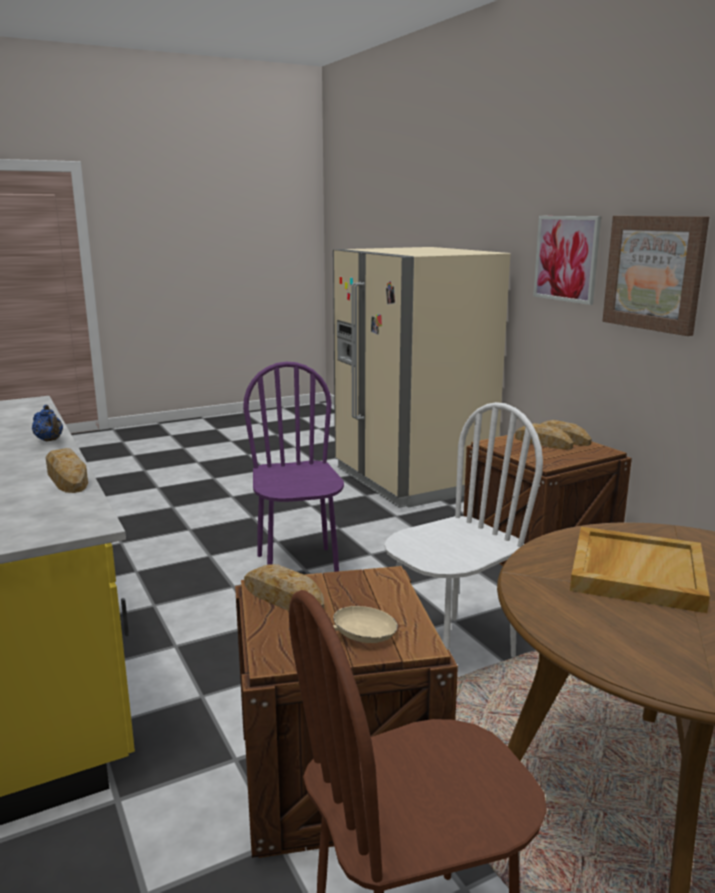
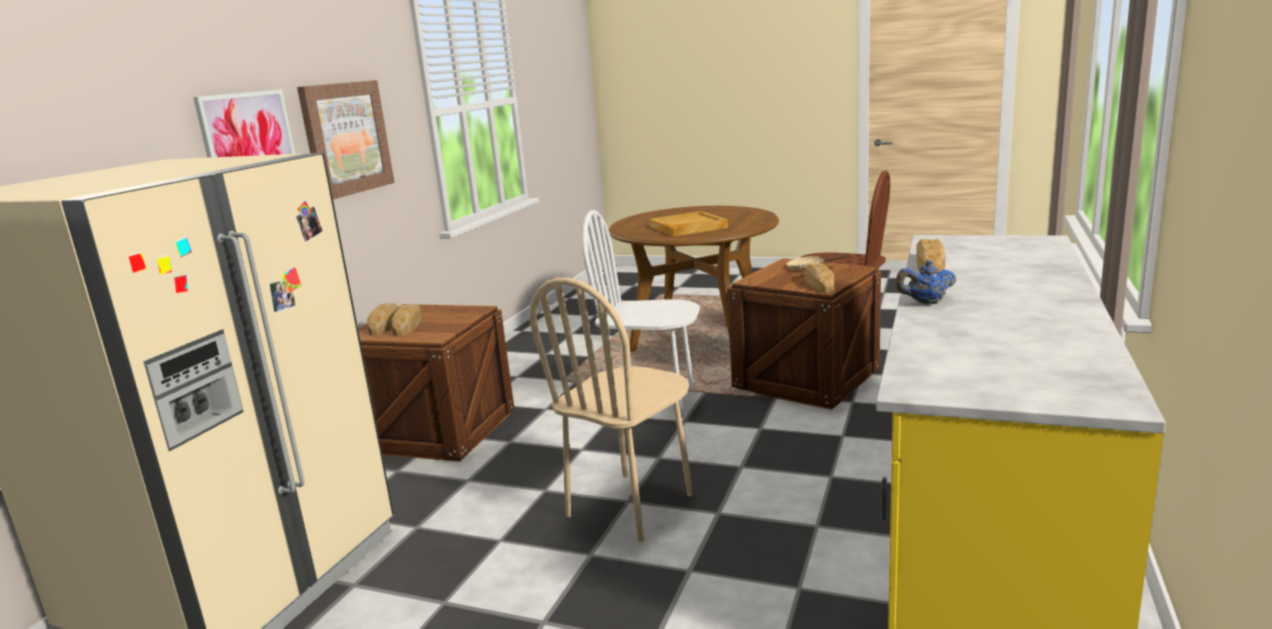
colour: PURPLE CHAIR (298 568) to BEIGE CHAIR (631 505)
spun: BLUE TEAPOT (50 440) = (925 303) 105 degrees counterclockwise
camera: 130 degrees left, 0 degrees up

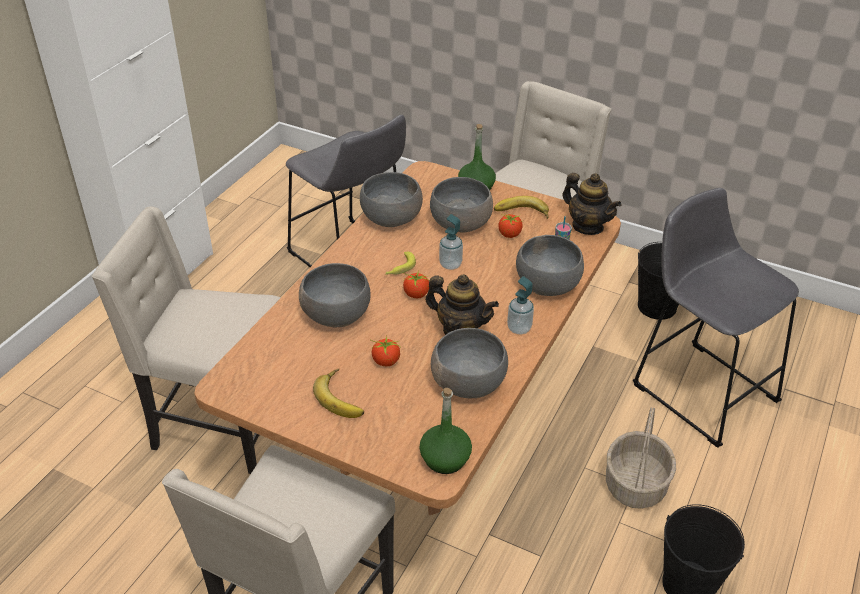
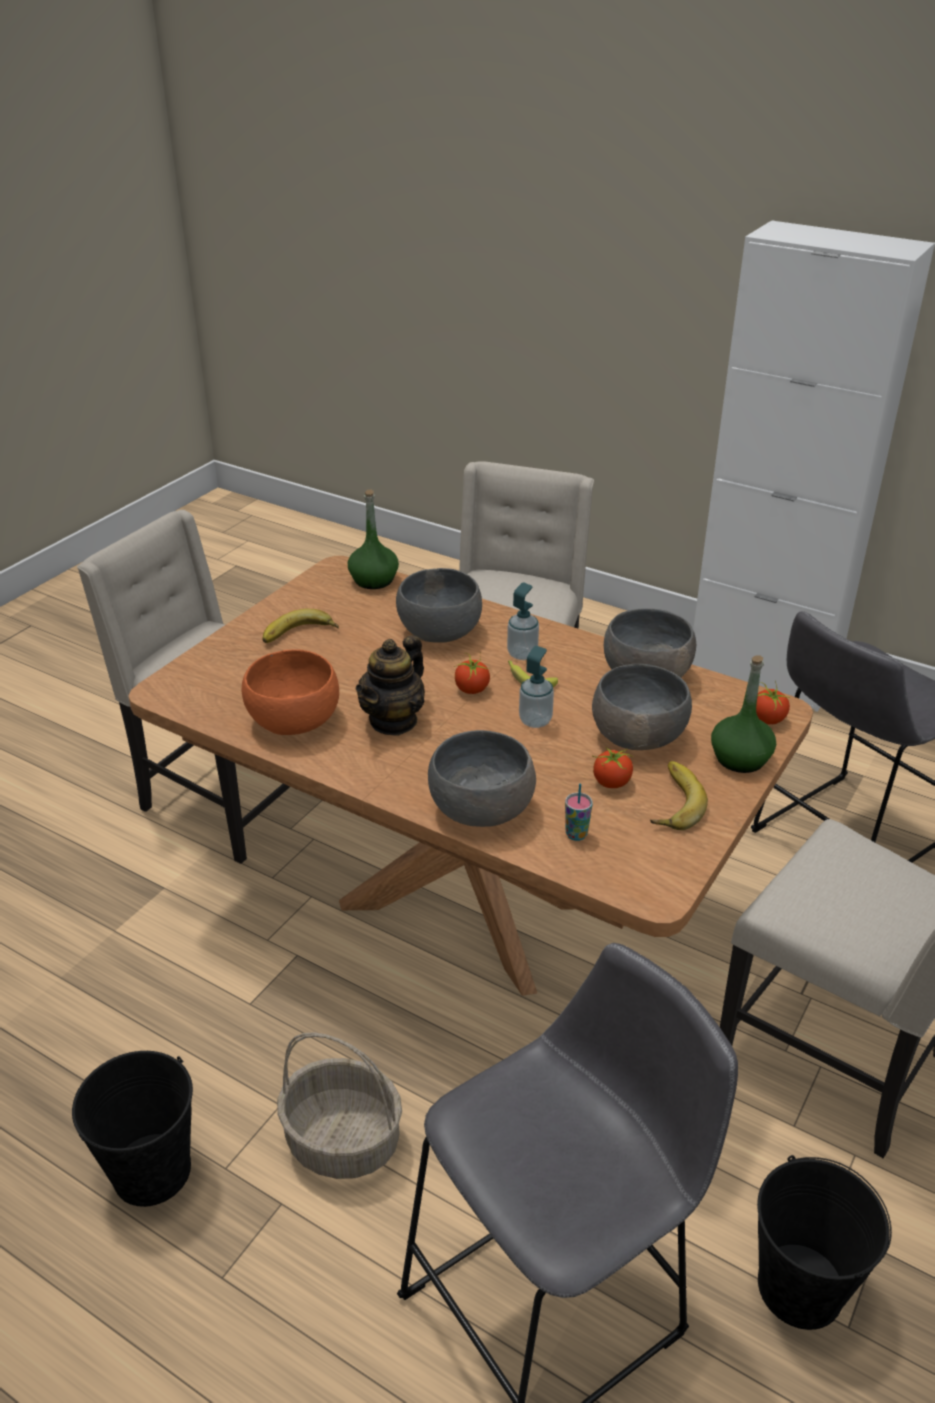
missing: TEAPOT (587 226)
relocated: SOAP DISPENSER (519 328) to (522 654); TOMATO (385 361) to (767 719); GREEN BOTTLE (445 459) to (374 580)
colour: GREY BOWL (467 383) to ORANGE BOWL (294 720)
camera: 95 degrees right, 5 degrees down

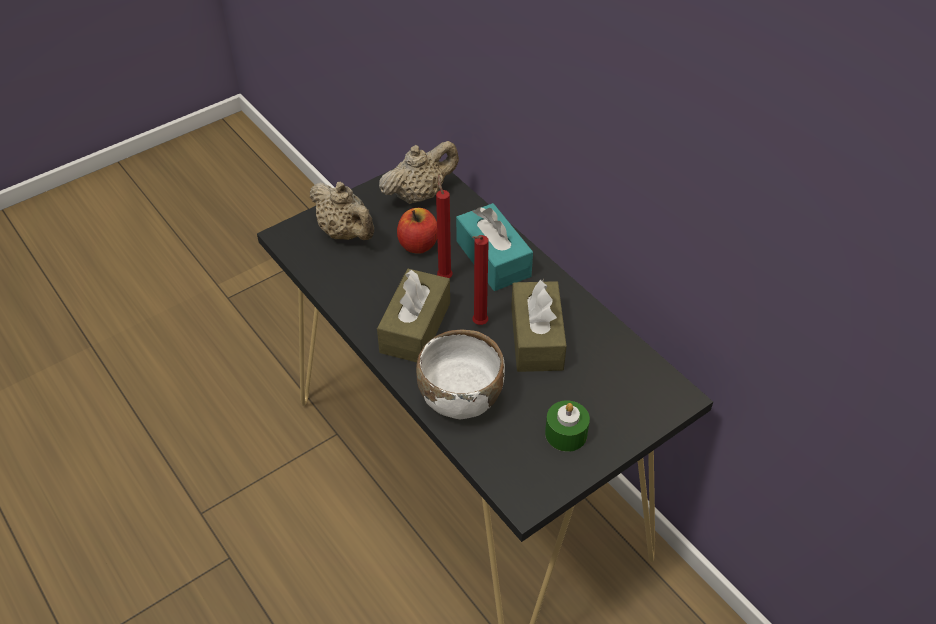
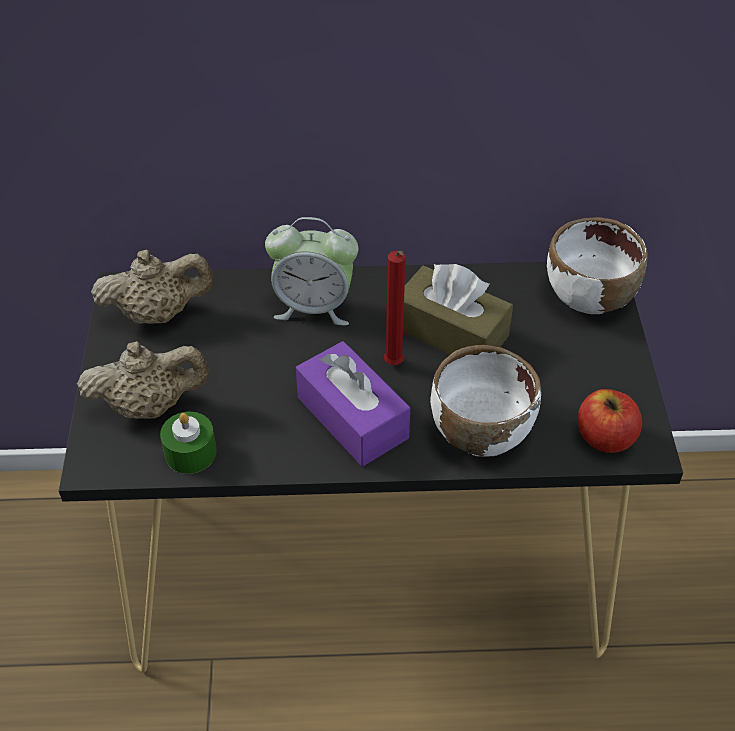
missing: RED CANDLE (444 276)
appeared: WHITE BOWL (588 296)
relocated: APPLE (418 244) to (605 438); GREEN CANDLE (566 434) to (190 452)
exchanged: TURQUOISE TISSUE BOX (493 259) to ALARM CLOCK (314 306)
colour: BROWN TISSUE BOX (415 327) to PURPLE TISSUE BOX (352 418)
spun: BEIGE TEAPOT (419 195) = (158 314) 75 degrees clockwise
camera: 55 degrees left, 0 degrees up

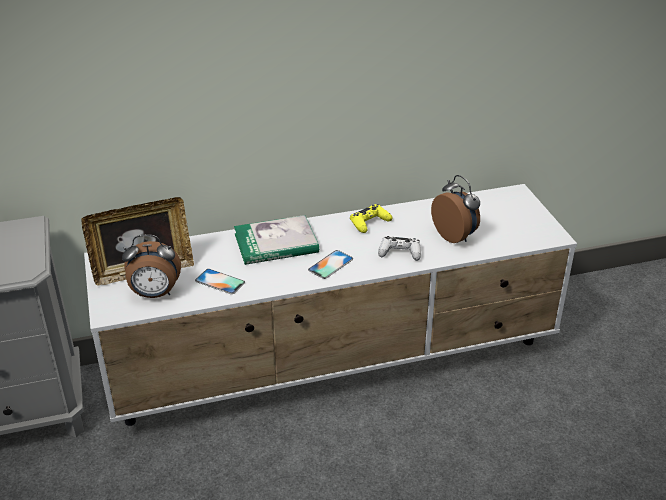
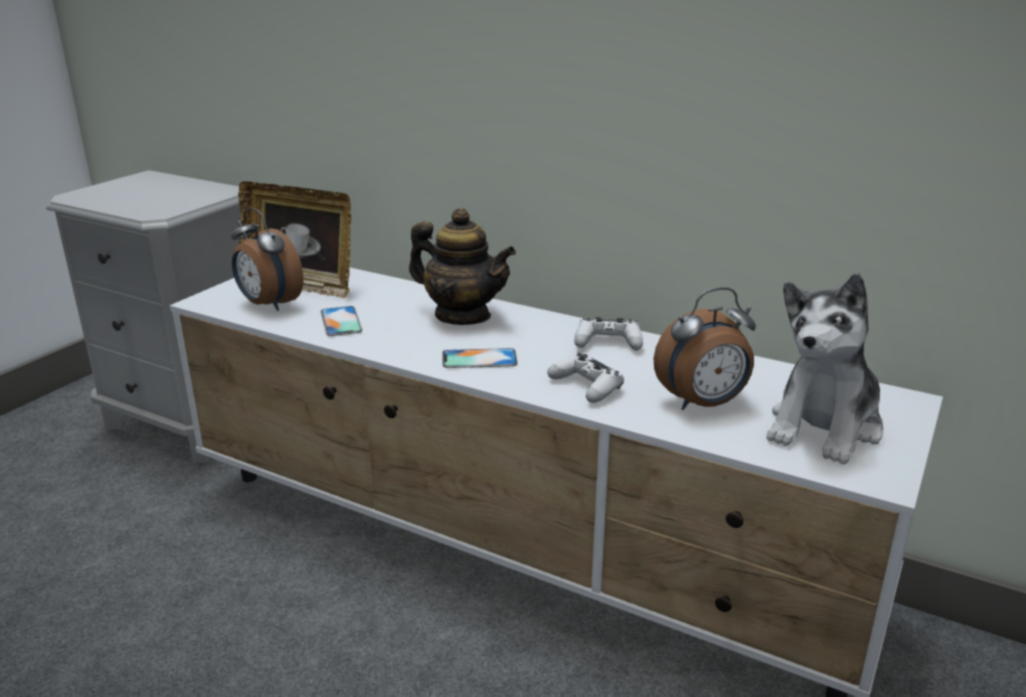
appeared: PLUSH TOY (825 427)
exchanged: BOOK (276 243) to TEAPOT (462 316)
colour: YELLOW GAME CONTROLLER (369 223) to WHITE GAME CONTROLLER (608 343)
spun: ALARM CLOCK (455 236) = (703 404) 60 degrees clockwise
camera: 45 degrees right, 10 degrees down

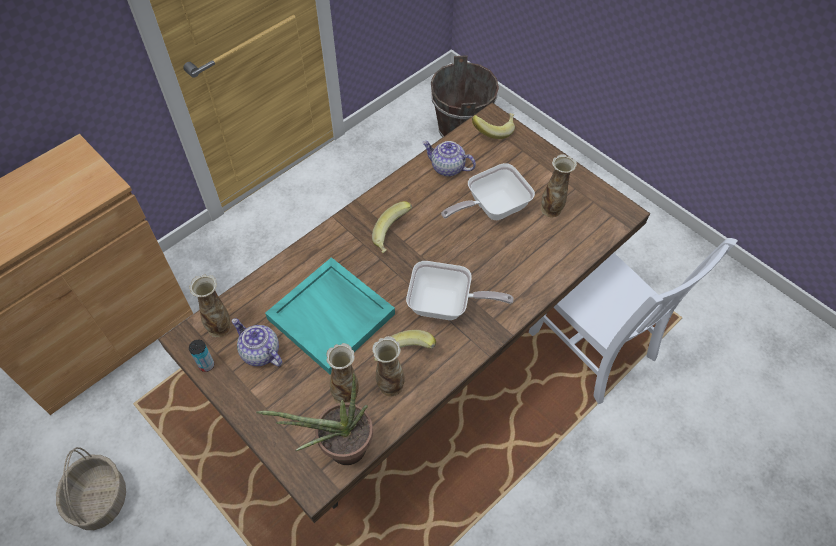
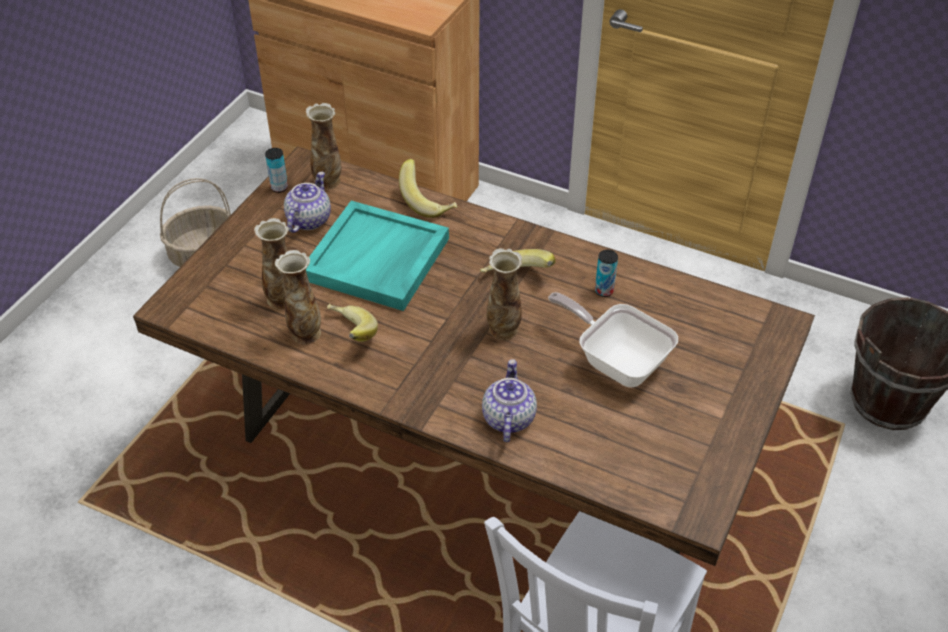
missing: FRYING PAN (446 305); POTTED PLANT (338 450)
appeared: CAN (604 291)
relocated: BANANA (494 130) to (428 202); TEAPOT (447 168) to (507 418); VASE (551 209) to (503 330)
camera: 70 degrees right, 10 degrees down

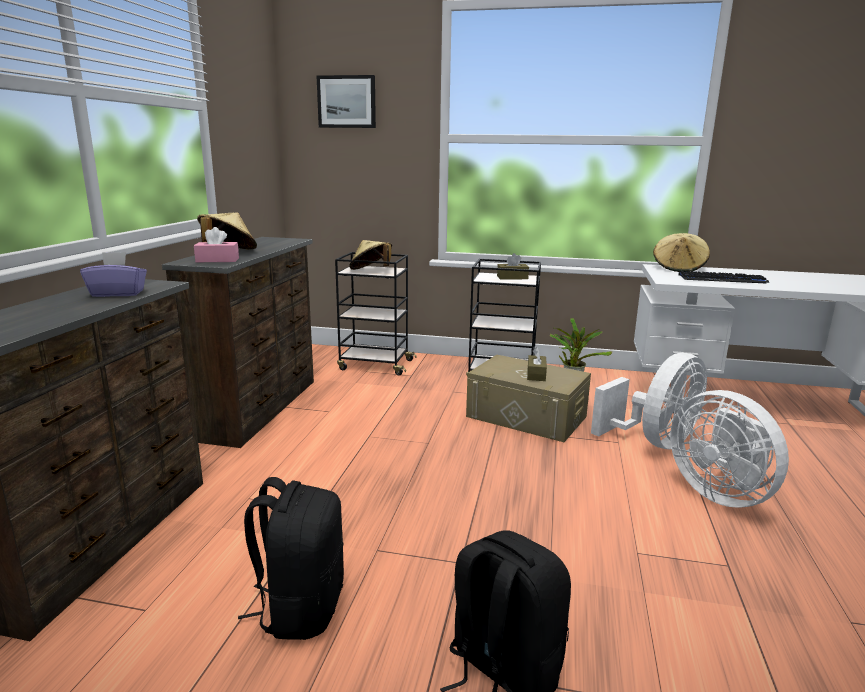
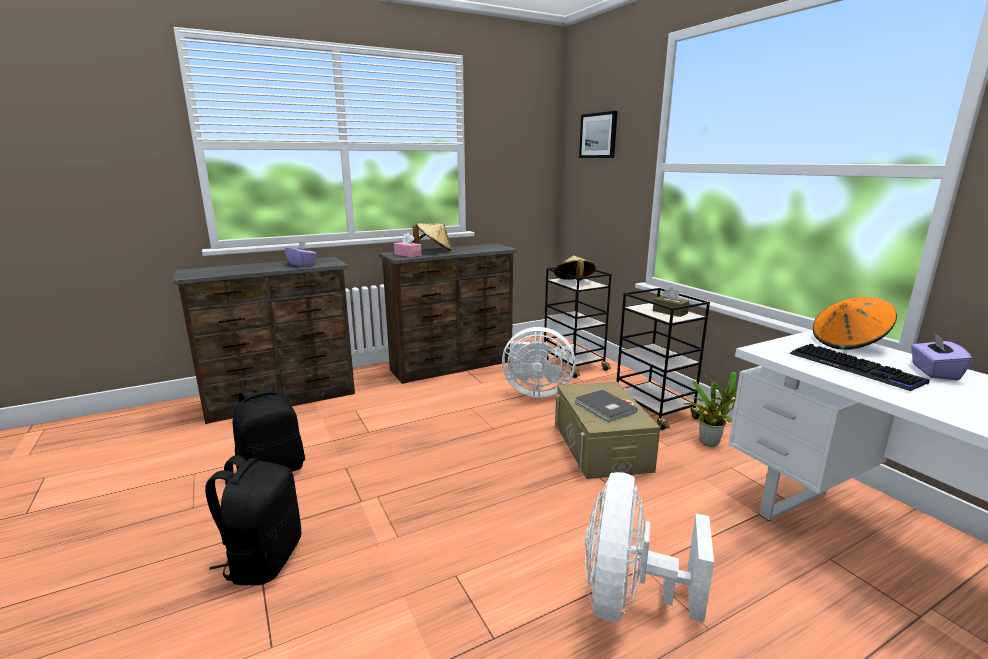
appeared: PURPLE TISSUE BOX (934 372)
relocated: WHITE FAN (655 442) to (535 391)
exchanged: BROWN TISSUE BOX (536 374) to GREY BOOK (604 407)
colour: BEIGE HAT (679 268) to ORANGE HAT (848 343)
camera: 50 degrees right, 0 degrees up

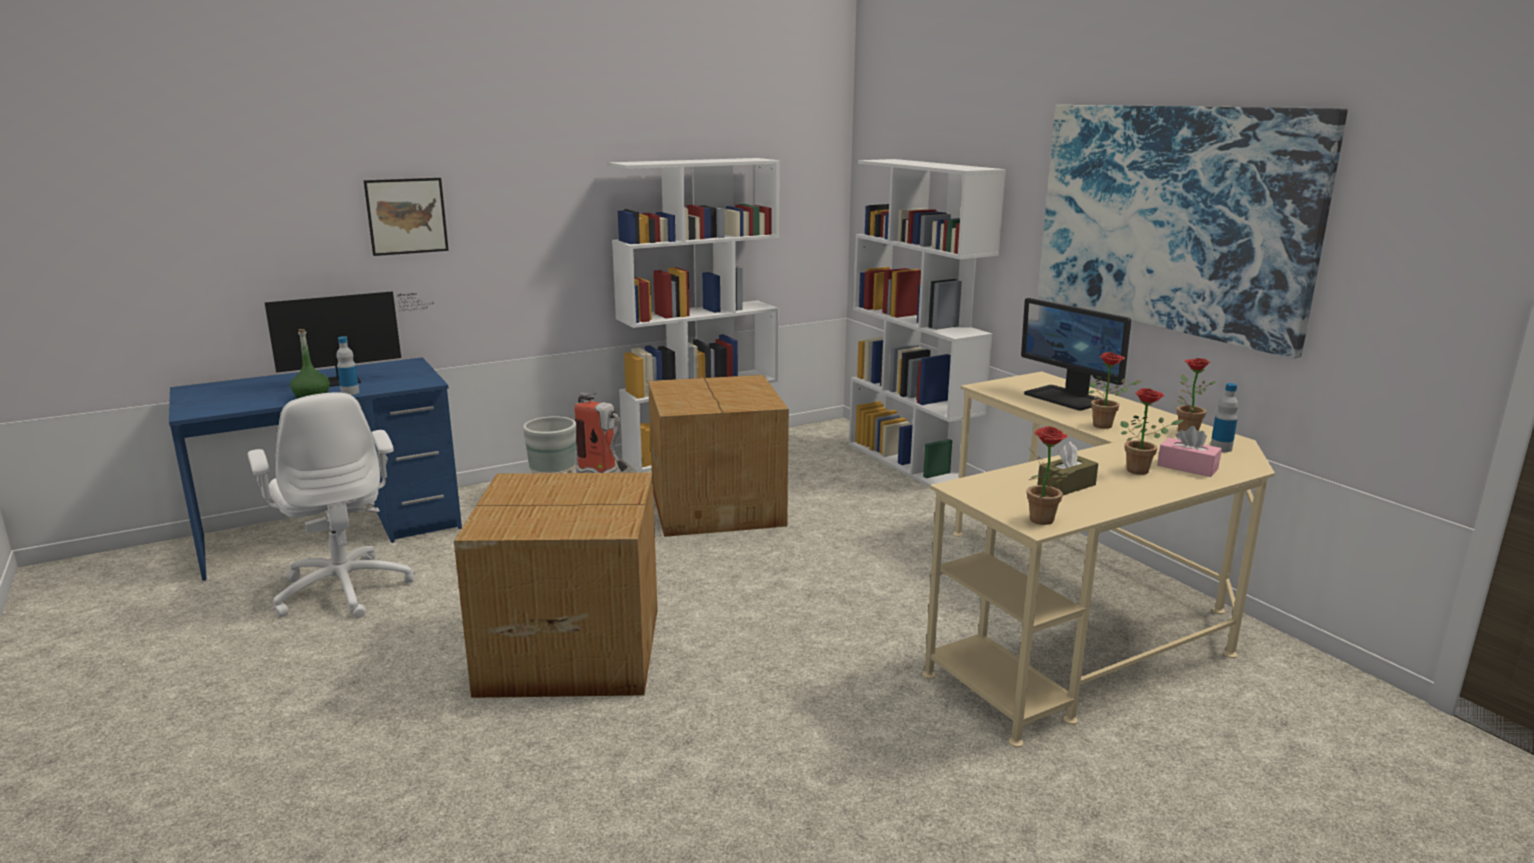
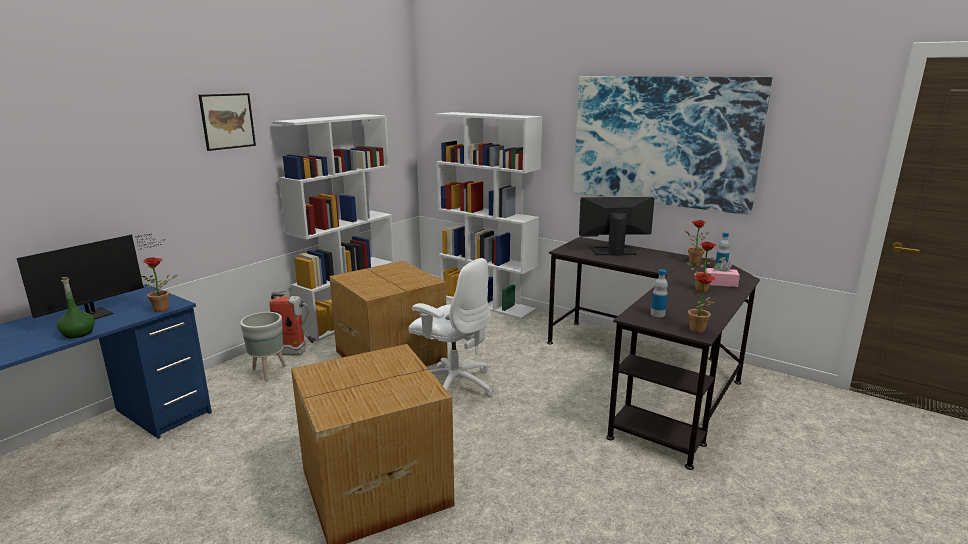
missing: BROWN TISSUE BOX (1066 486)
relocated: PICTURE (406 216) to (227 121); BOTTLE (350 392) to (657 314); POTTED PLANT (1106 425) to (165 309); WHITE OFFICE CHAIR (344 589) to (453 385)
colour: BEIGE DESK (1078 612) to BLACK DESK (650 376)
spun: MONITOR (1066 398) = (613 251) 150 degrees clockwise
camera: 25 degrees left, 0 degrees up

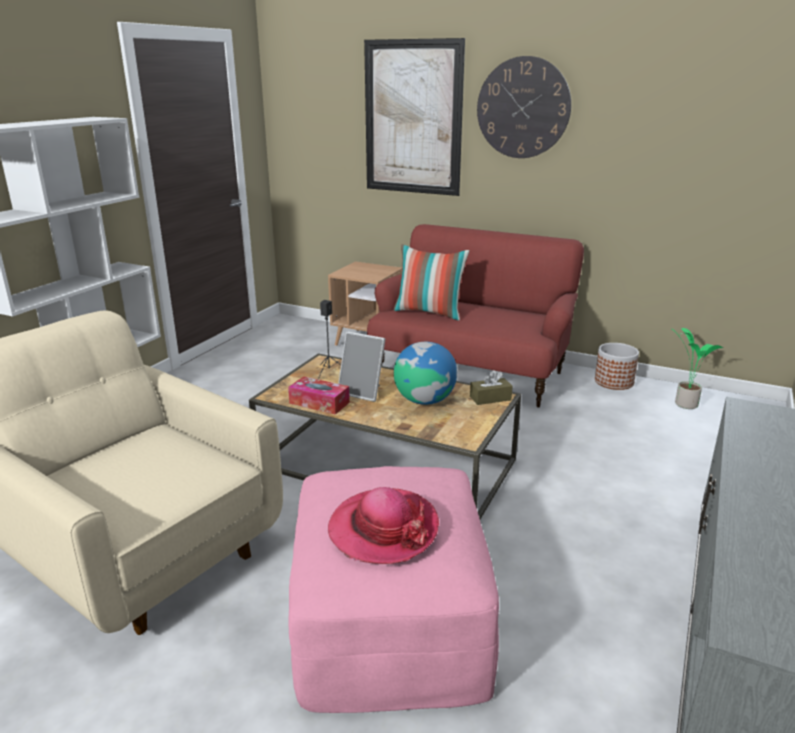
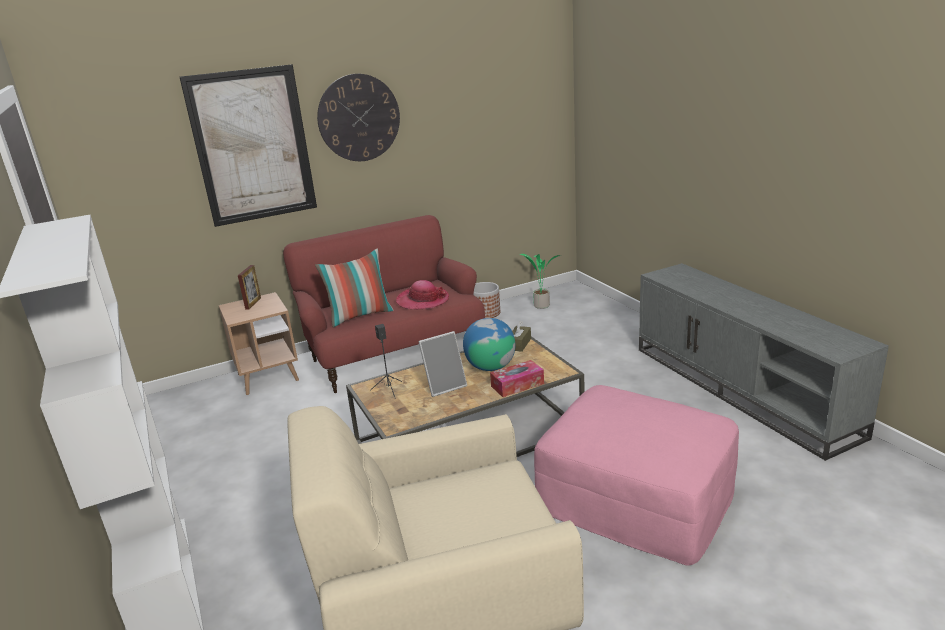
appeared: PICTURE FRAME (253 303)
relocated: TISSUE BOX (319 403) to (517 385); HAT (383 529) to (422 300)
camera: 50 degrees left, 0 degrees up

